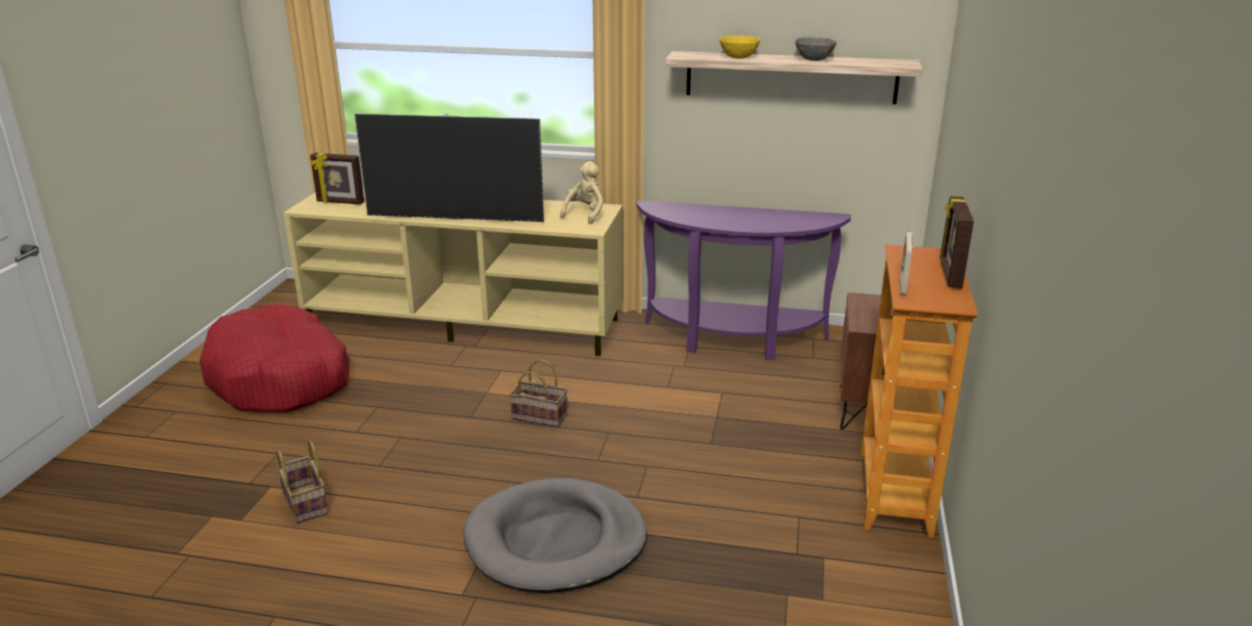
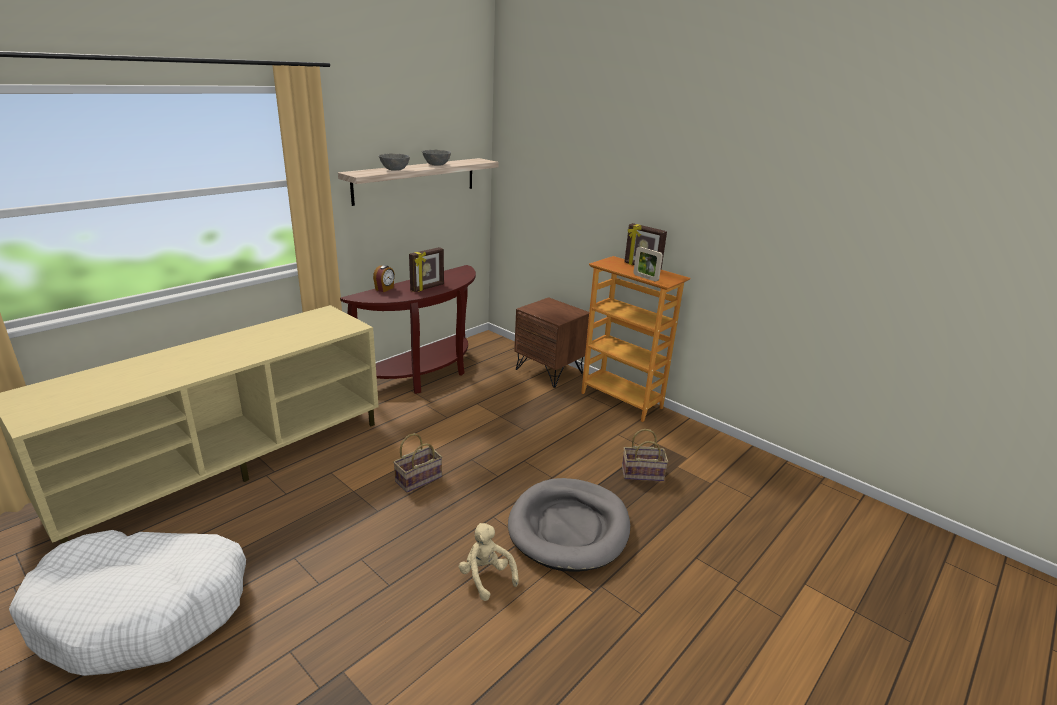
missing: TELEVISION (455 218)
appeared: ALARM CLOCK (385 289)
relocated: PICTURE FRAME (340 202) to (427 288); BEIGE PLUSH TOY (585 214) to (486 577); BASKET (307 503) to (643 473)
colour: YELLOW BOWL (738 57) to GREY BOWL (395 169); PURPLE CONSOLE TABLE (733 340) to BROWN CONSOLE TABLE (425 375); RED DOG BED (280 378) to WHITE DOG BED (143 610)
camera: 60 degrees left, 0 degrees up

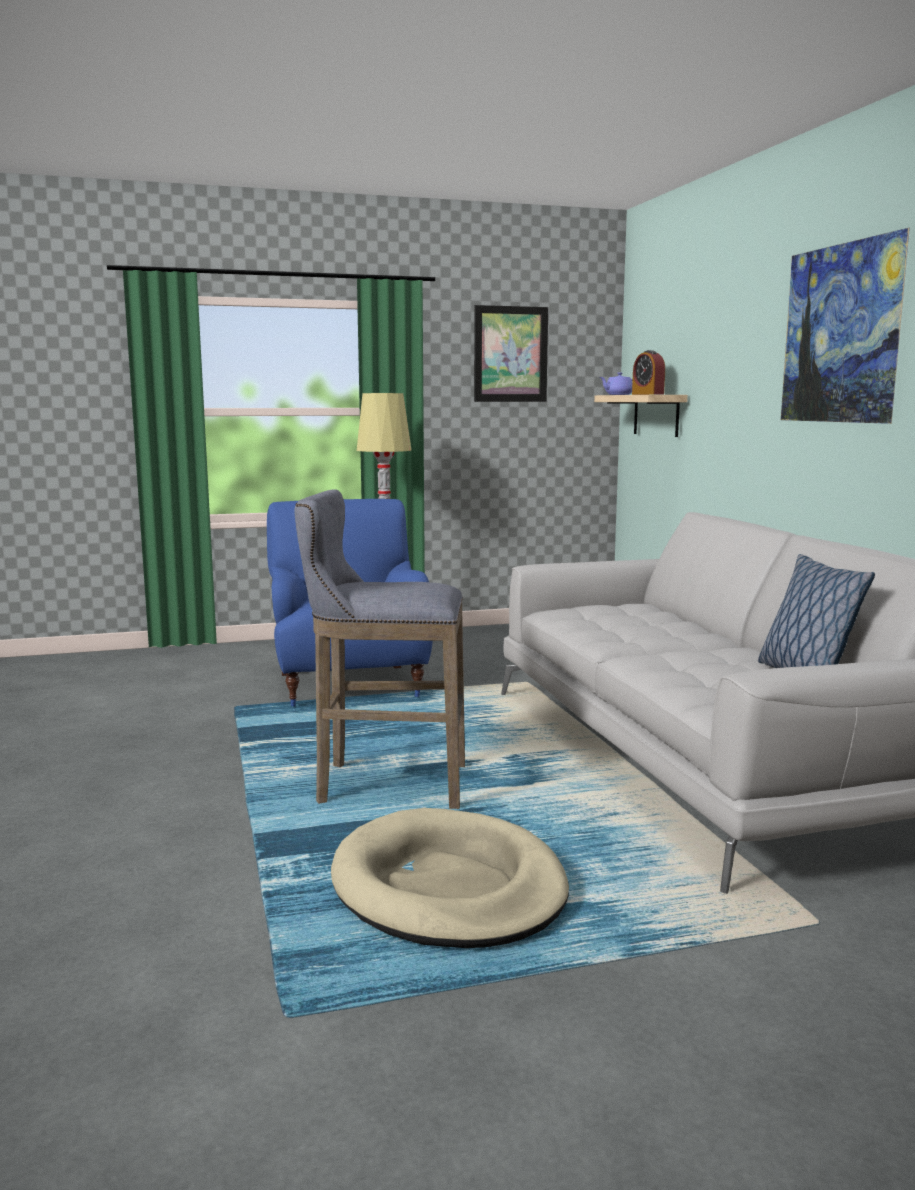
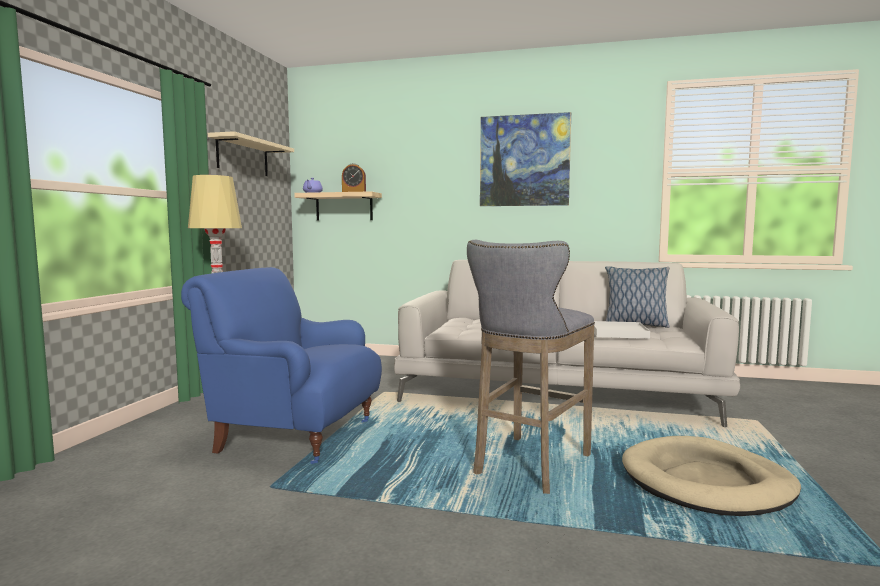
appeared: WHITE TRAY (618 333)
exchanged: PICTURE (510 354) to BEIGE SHELF (243 157)
camera: 60 degrees left, 5 degrees down

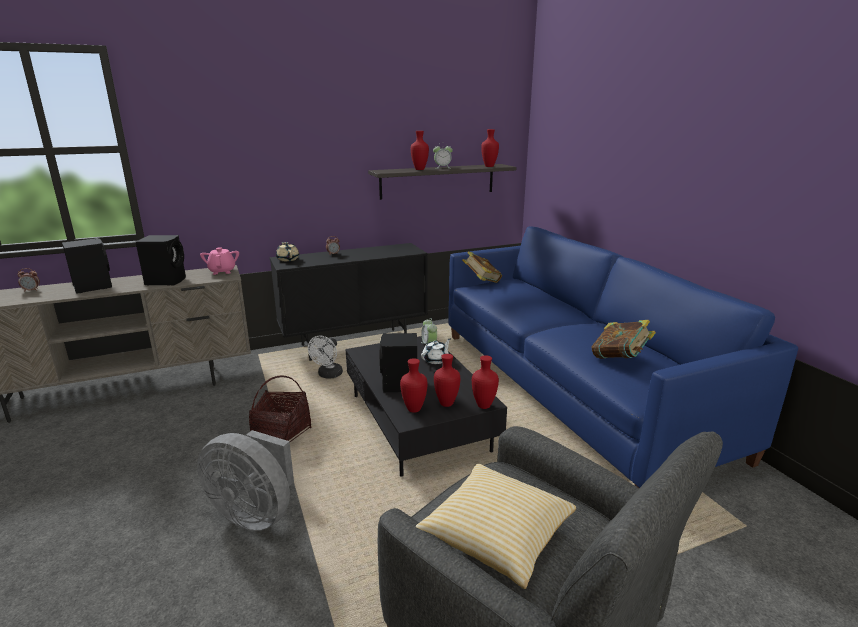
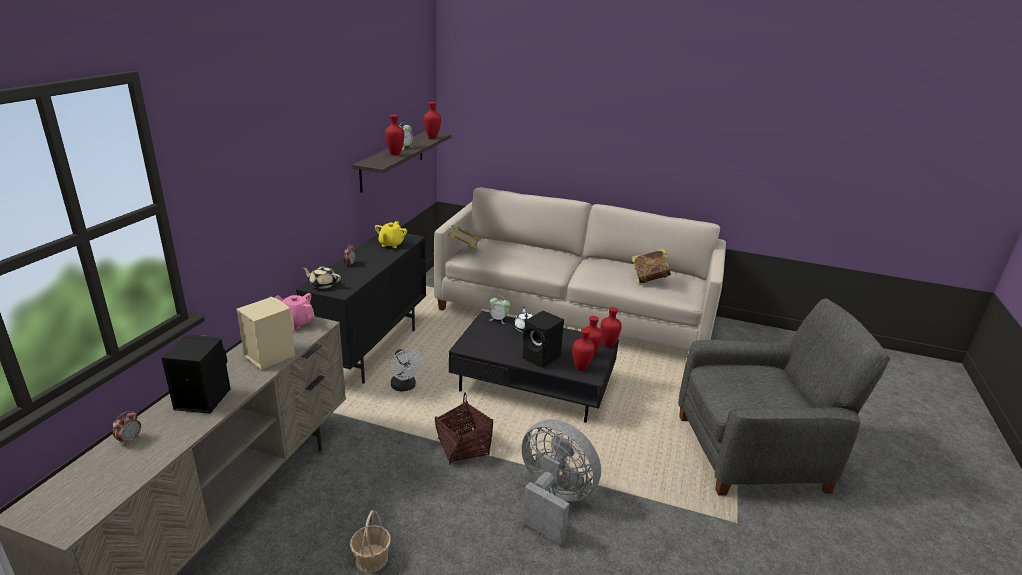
missing: PILLOW (496 536)
appeared: YELLOW TEAPOT (391 244); BASKET (371 559)
colour: BLUE SOFA (572 388) to BEIGE SOFA (574 313); BLACK SPEAKER (167 281) to BEIGE SPEAKER (269 355)
spun: GREY FAN (255 513) = (553 501) 120 degrees counterclockwise
camera: 50 degrees left, 5 degrees up

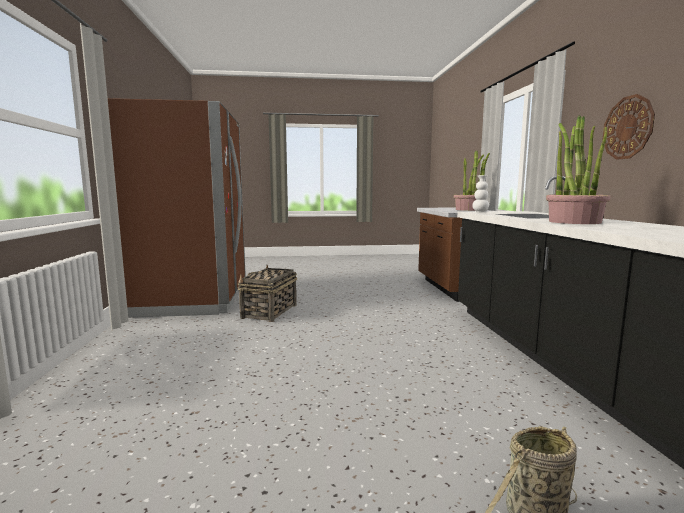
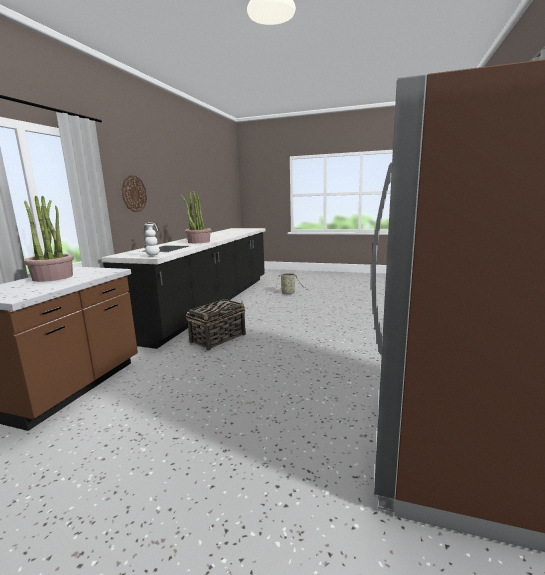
relocated: BASKET (269 312) to (218 338)
camera: 155 degrees left, 5 degrees up

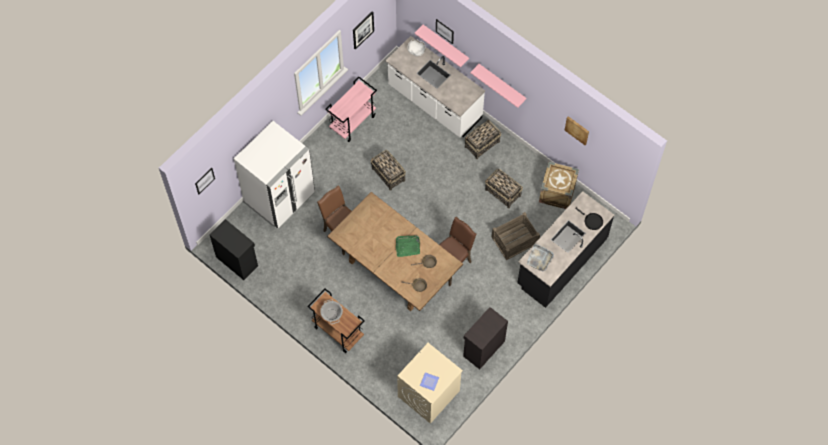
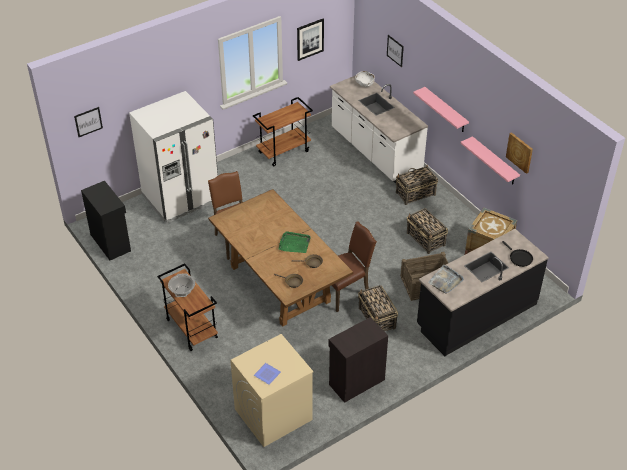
relocated: PINK SHELF (446 45) to (494 161); BASKET (388 175) to (377 318)
colour: PINK CART (353 122) to BROWN CART (284 151)
camera: 15 degrees right, 20 degrees down

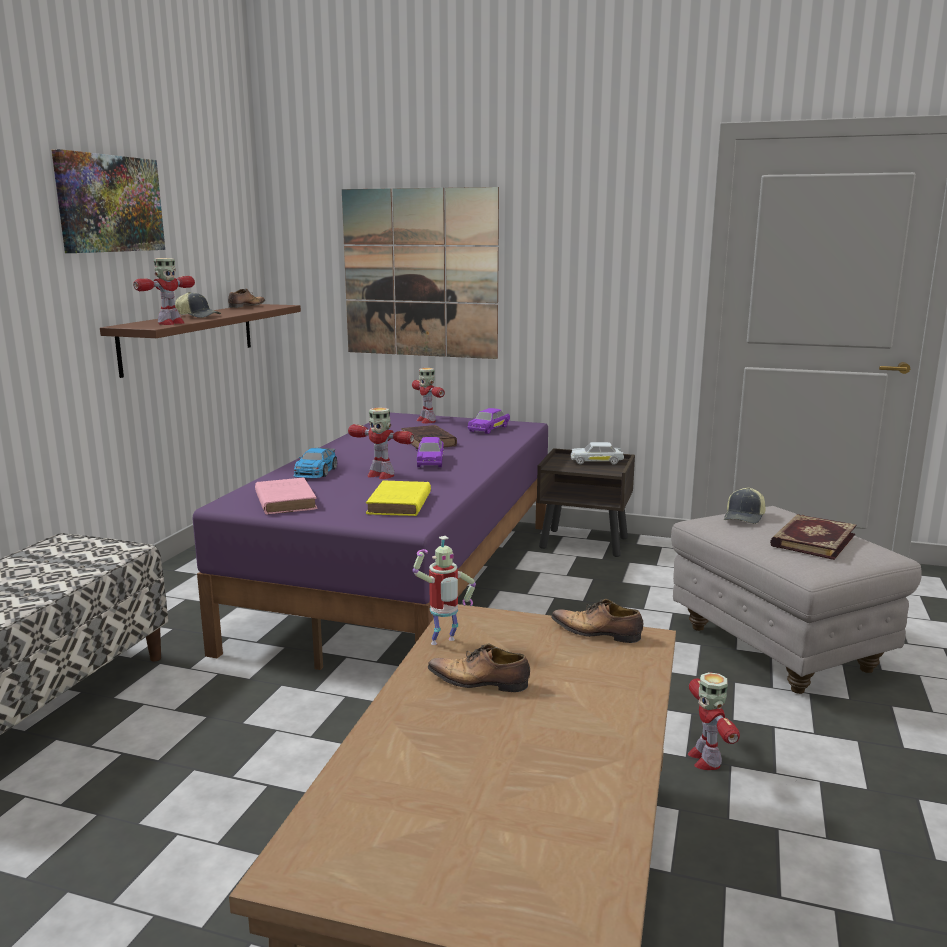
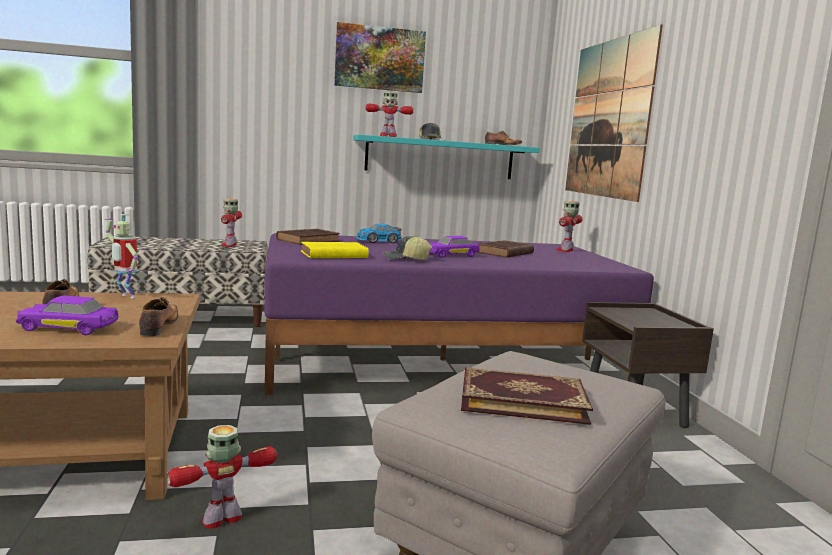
missing: WHITE TOY CAR (596 461)
relocated: TOY ROBOT (380 475) to (229 245); PURPLE TOY CAR (489 429) to (68 328); CAP (745 517) to (406 259)
colour: BROWN SHELF (189 337) to TURQUOISE SHELF (440 158); PINK BOOK (285 500) to BROWN BOOK (309 240)
camera: 60 degrees right, 5 degrees down

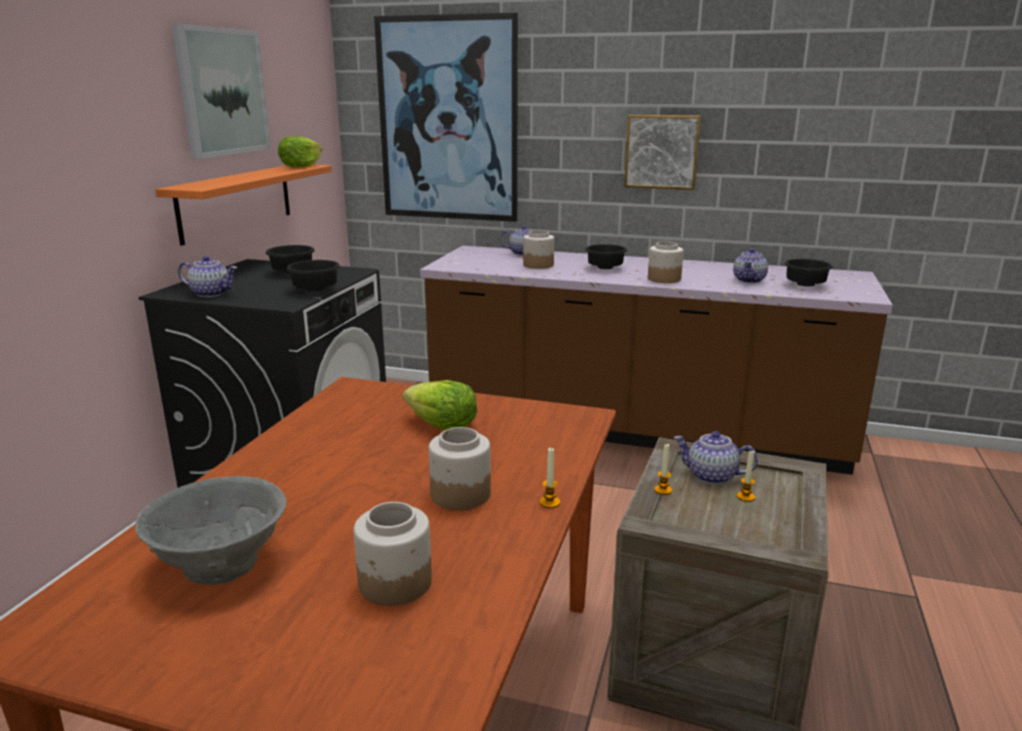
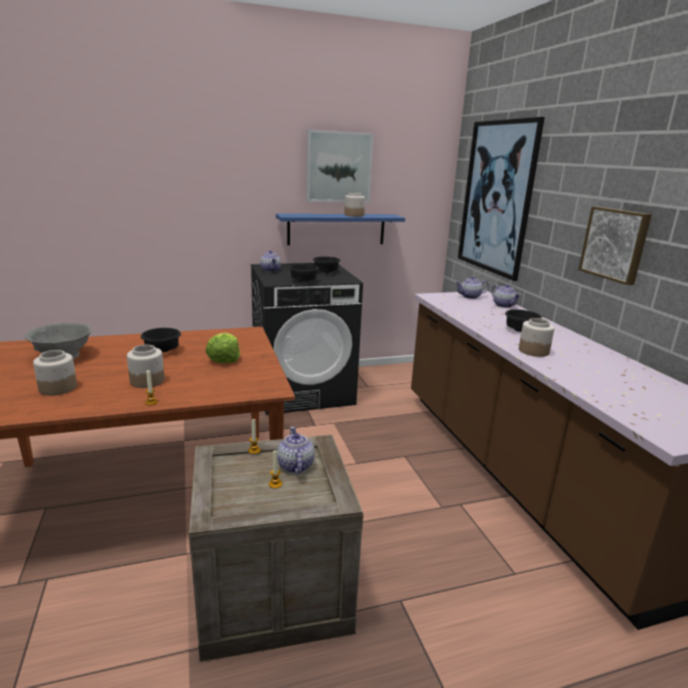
missing: LETTUCE (301 166)
relocated: JAR (538 265) to (354 215); TEAPOT (749 280) to (470 297); BLACK BOWL (806 285) to (163 351)
colour: ORANGE SHELF (236 201) to BLUE SHELF (336 229)
camera: 55 degrees right, 0 degrees up

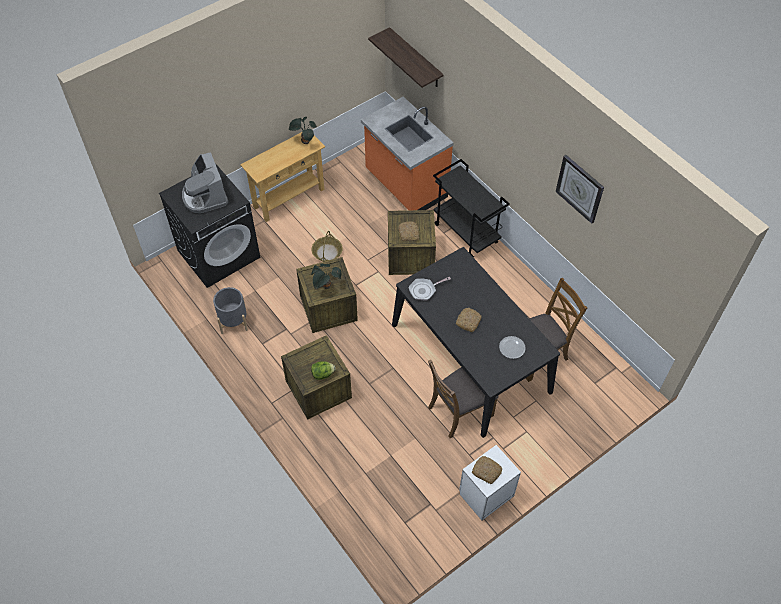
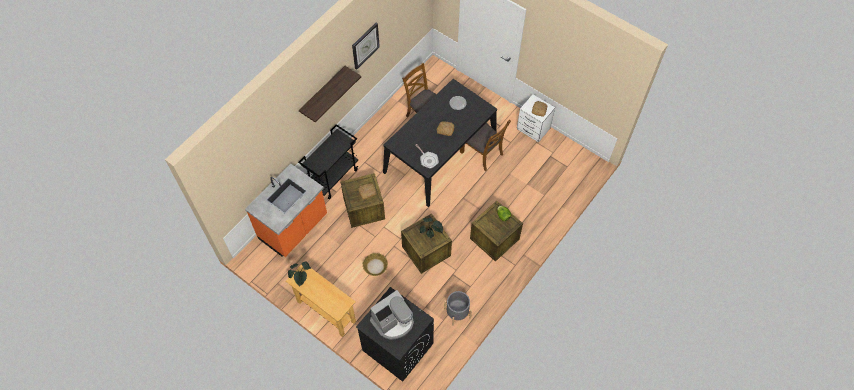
relocated: SHELF (415 59) to (323 92)
camera: 105 degrees left, 5 degrees up

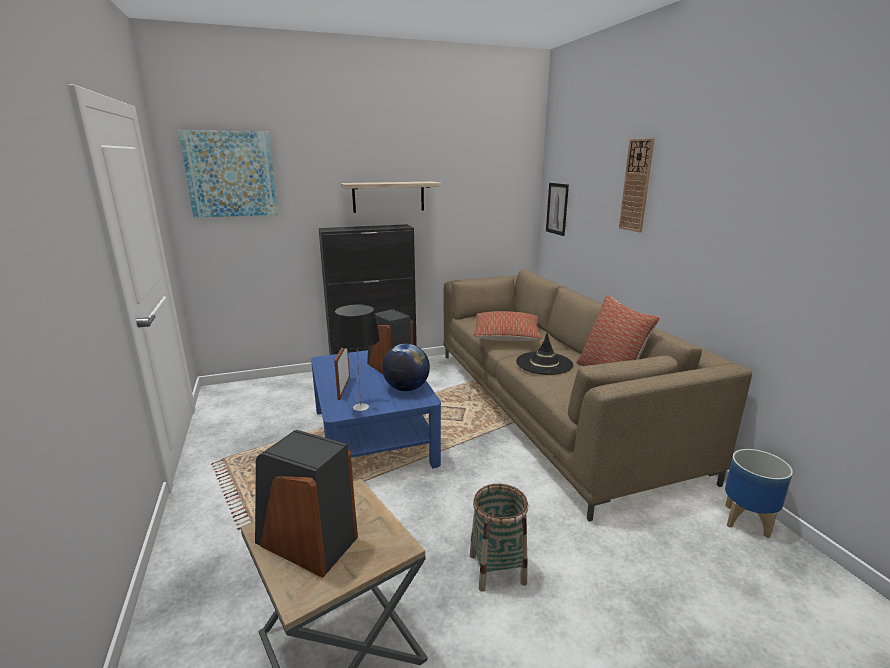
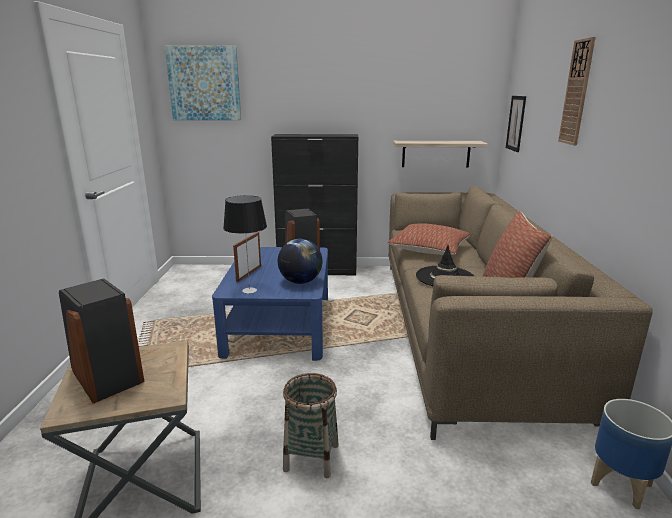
relocated: SHELF (388 197) to (436 154)
camera: 20 degrees right, 0 degrees up

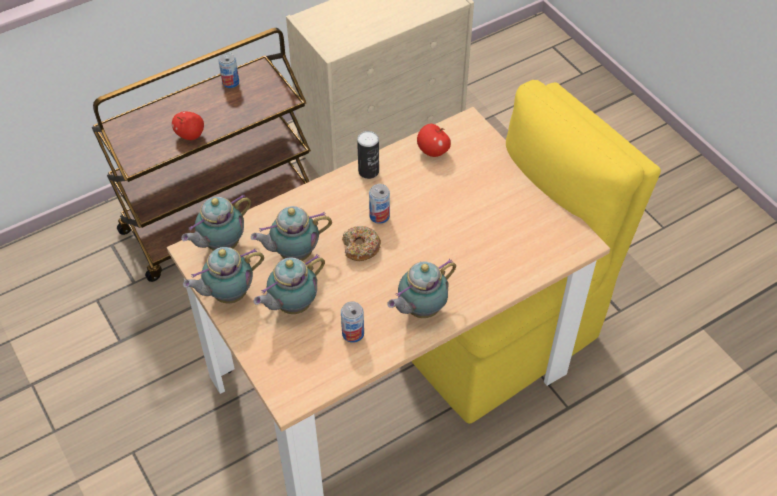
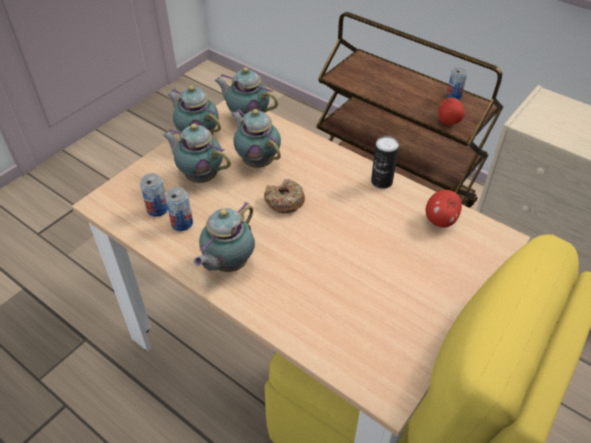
relocated: APPLE (190 135) to (448 122); CAN (379 216) to (157 209)
spun: TEAPOT (420 309) = (227 264) 90 degrees counterclockwise
camera: 70 degrees right, 5 degrees down

